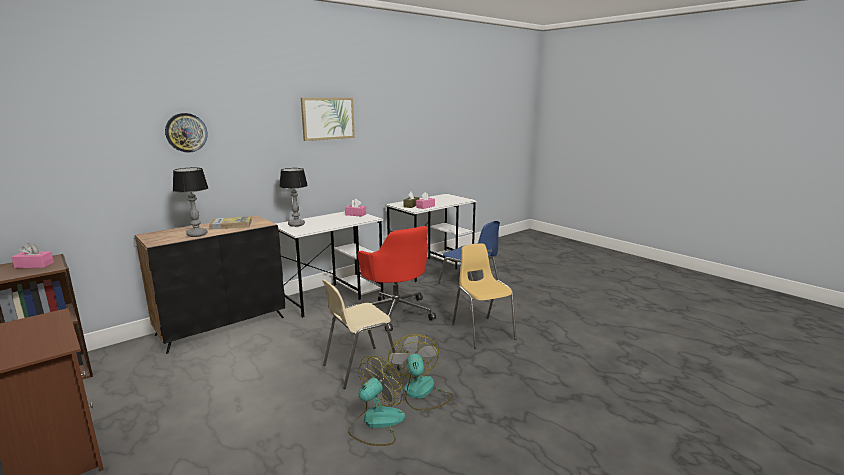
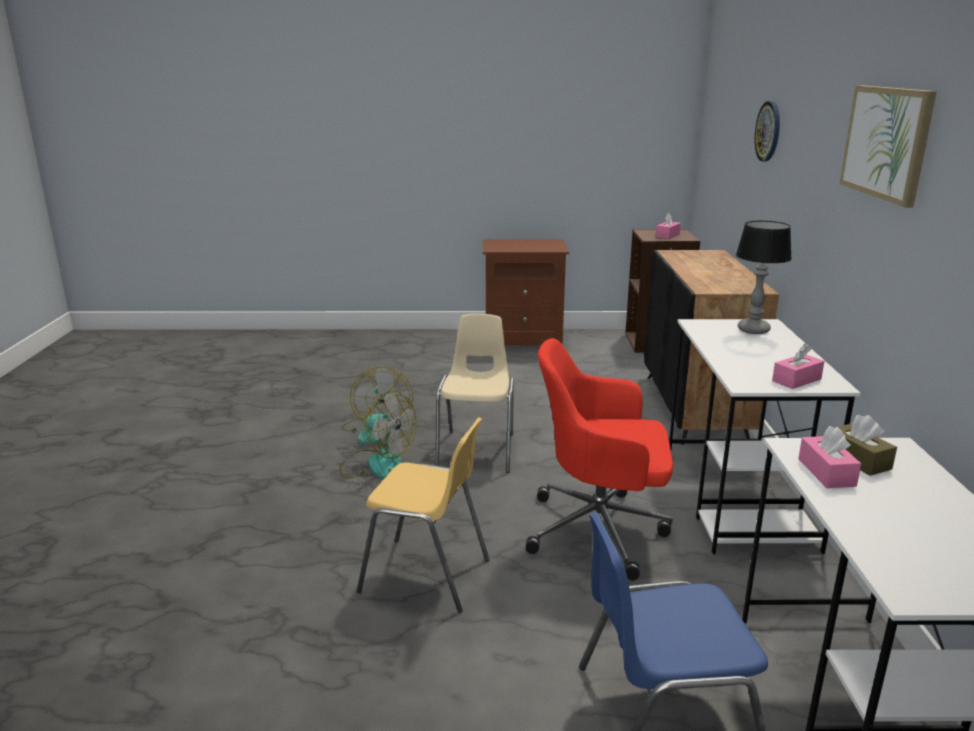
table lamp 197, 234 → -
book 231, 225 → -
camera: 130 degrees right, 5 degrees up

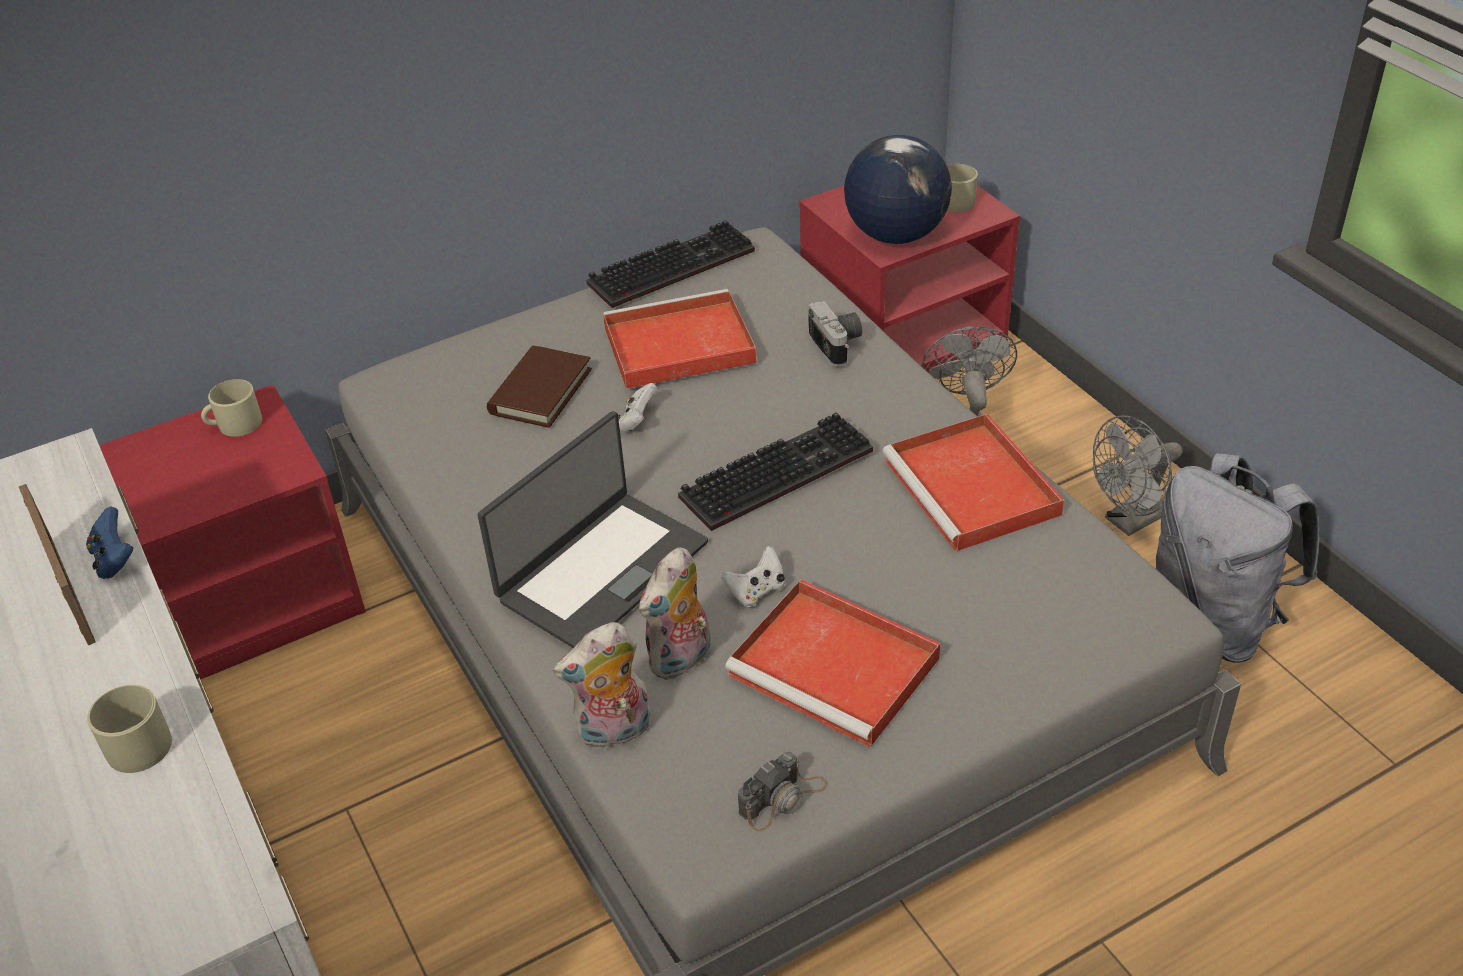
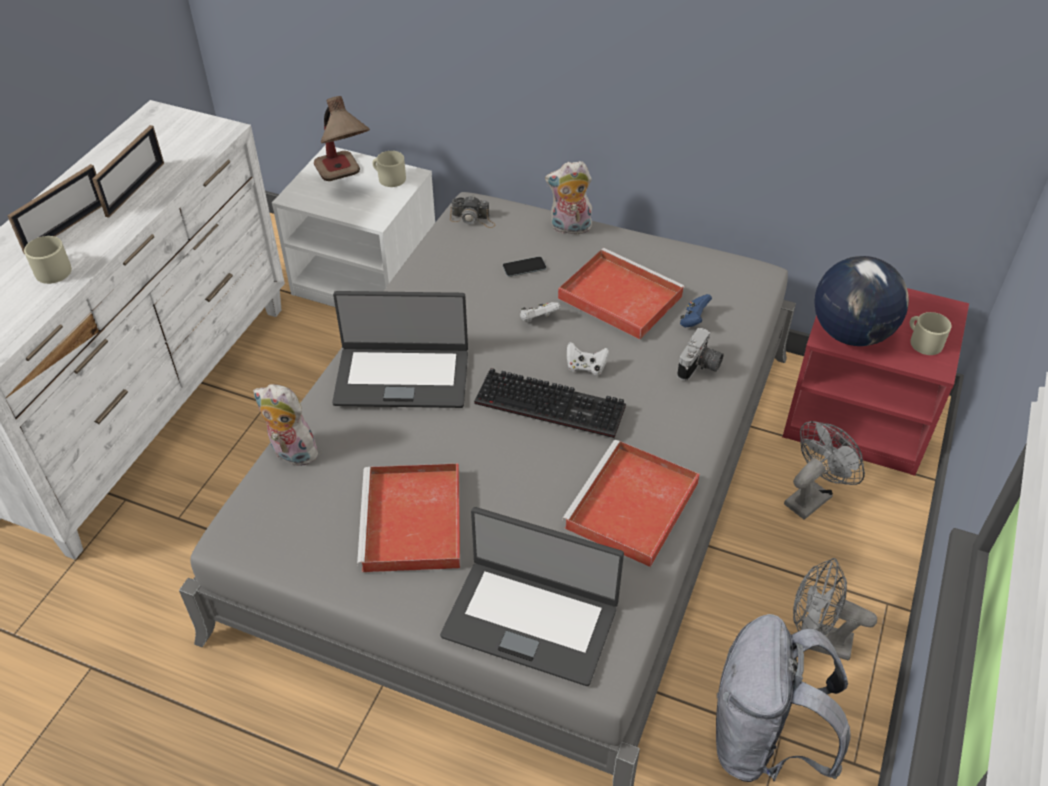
keyboard 672, 265 → -
- → picture frame 66, 227
- → table lamp 345, 180
- → laptop 531, 619
game controller in blue 114, 560 → game controller in blue 693, 320, moved
plush toy 681, 660 → plush toy 569, 228, moved
game controller in white 756, 591 → game controller in white 586, 367, moved
photo camera 782, 798 → photo camera 473, 219, moved
book in brown 540, 391 → phone 524, 267
nightstand in red 254, 598 → nightstand in white 368, 279
camera: 50 degrees right, 5 degrees up

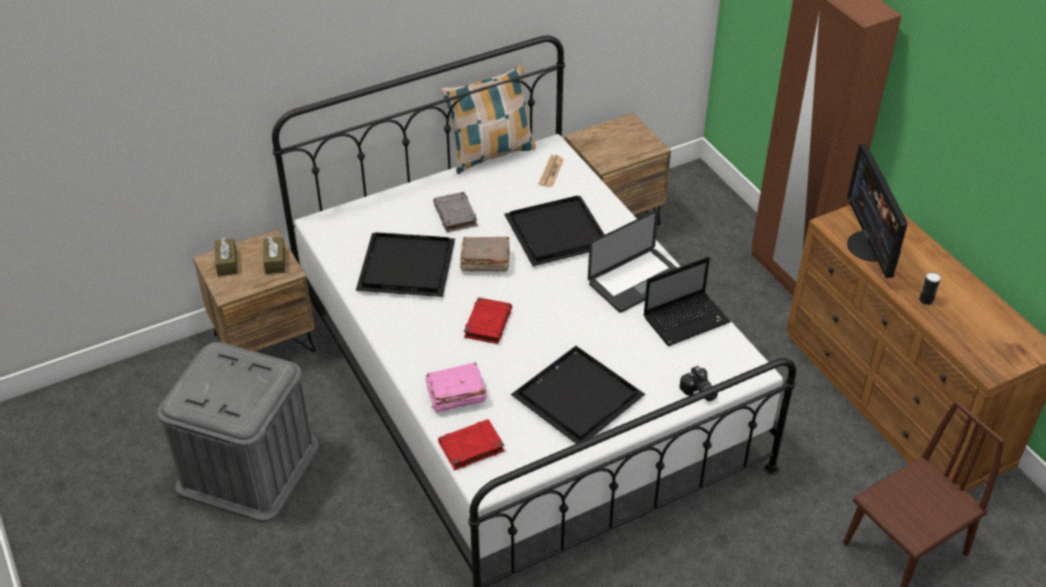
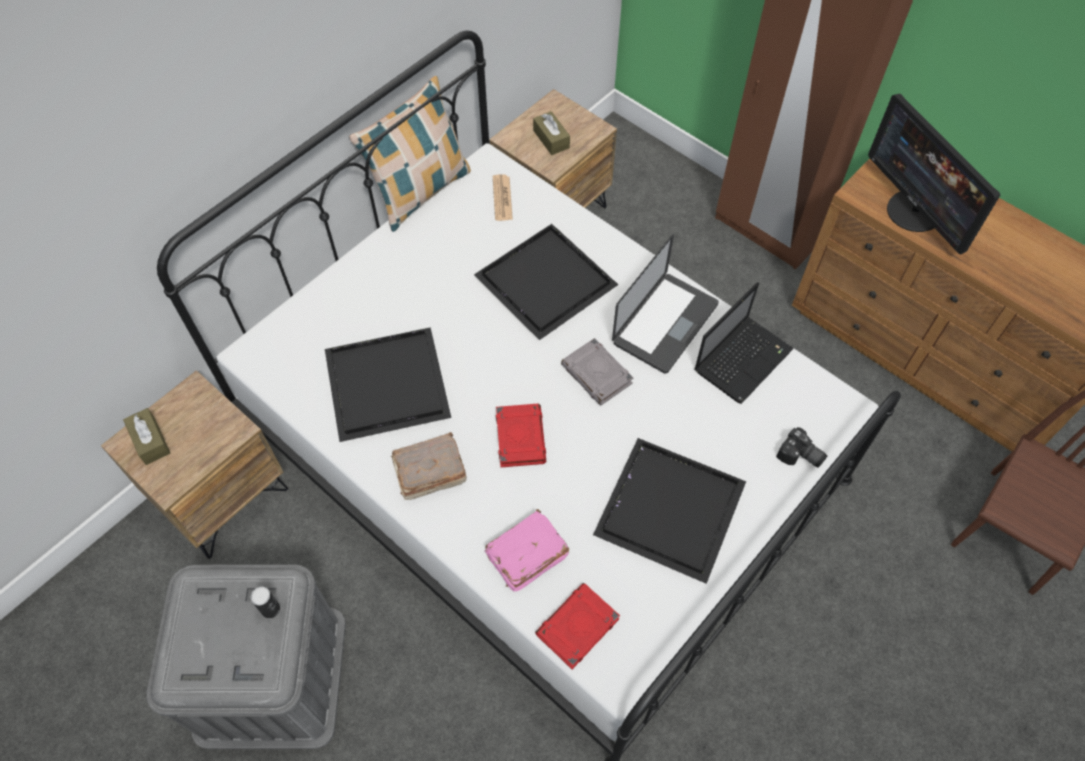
tissue box in brown 275, 261 → tissue box in brown 551, 139, moved
book in grey 455, 215 → book in grey 597, 375, moved
book in brown 484, 262 → book in brown 429, 473, moved
can 926, 300 → can 270, 609, moved
camera: 20 degrees left, 15 degrees up

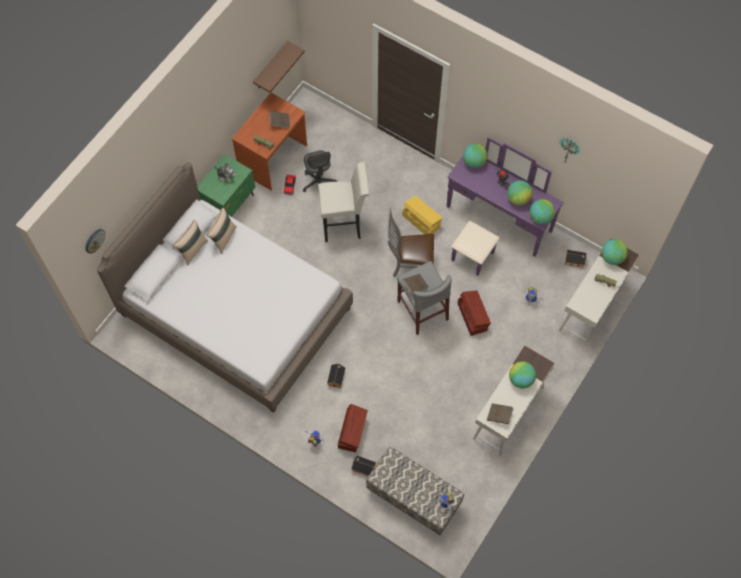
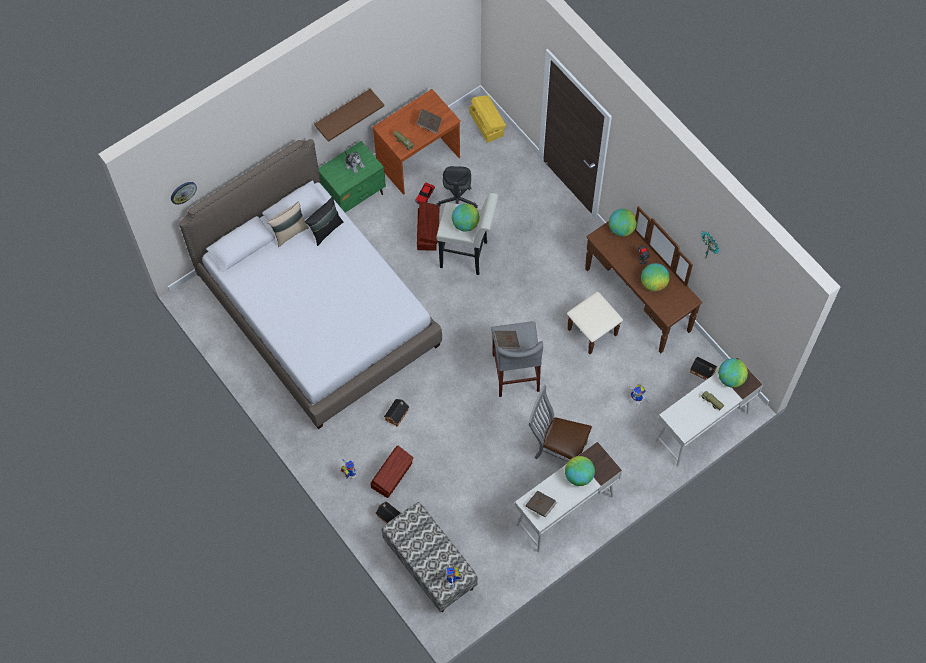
shelf in brown 271, 66 → shelf in brown 343, 112, moved
chair in grey 409, 264 → chair in grey 557, 450, moved
storage box in yellow 421, 220 → storage box in yellow 487, 123, moved
storage box in brown 472, 316 → storage box in brown 428, 232, moved
globe 540, 217 → globe 465, 224, moved
pillow in beige 223, 238 → pillow in black 325, 230
dresser in purple 493, 227 → dresser in brown 627, 307
camera: 20 degrees right, 0 degrees up

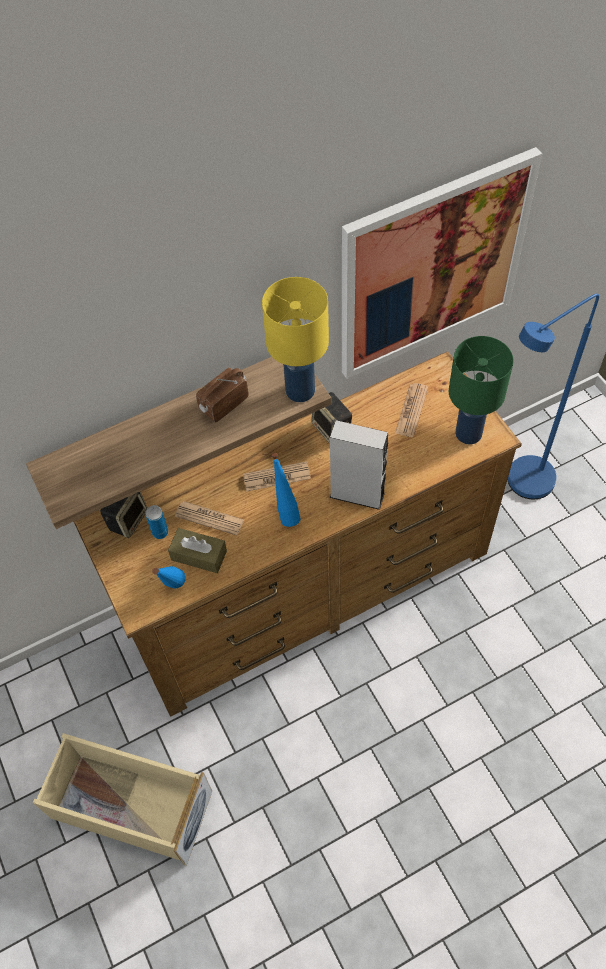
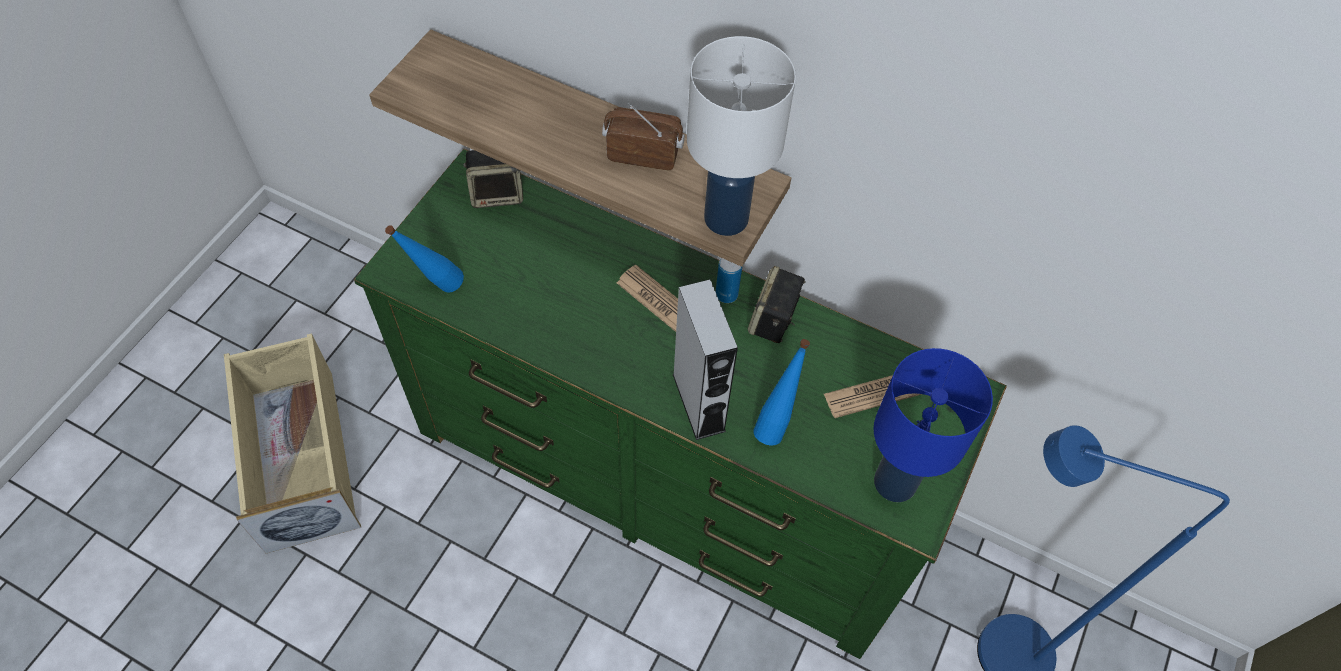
tissue box in brown 199, 555 → -
newspaper 209, 518 → -
picture 432, 267 → -
can 160, 532 → can 726, 294, moved
bottle in blue 286, 512 → bottle in blue 776, 423, moved
dresser in brown 308, 586 → dresser in green 665, 476
table lamp in yellow 301, 390 → table lamp in white 727, 219
table lamp in green 467, 433 → table lamp in blue 894, 481
camera: 50 degrees right, 0 degrees up

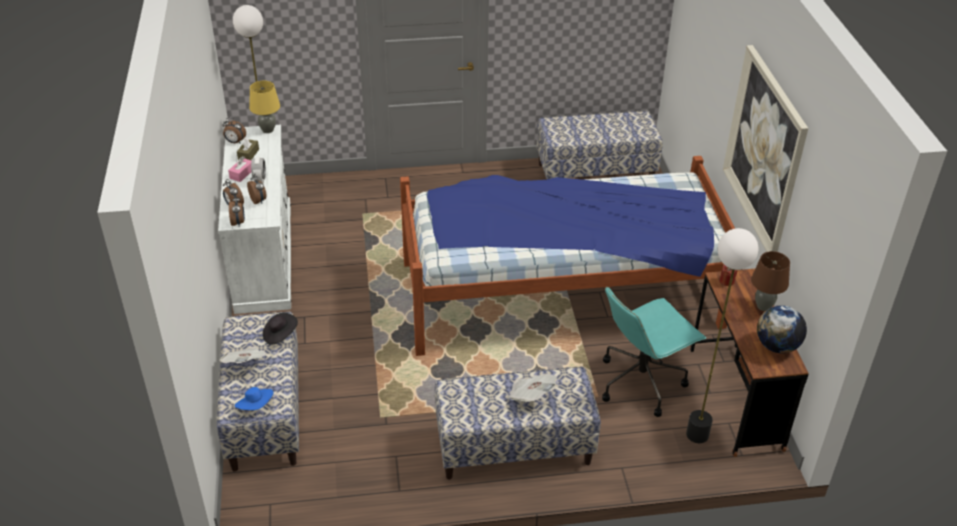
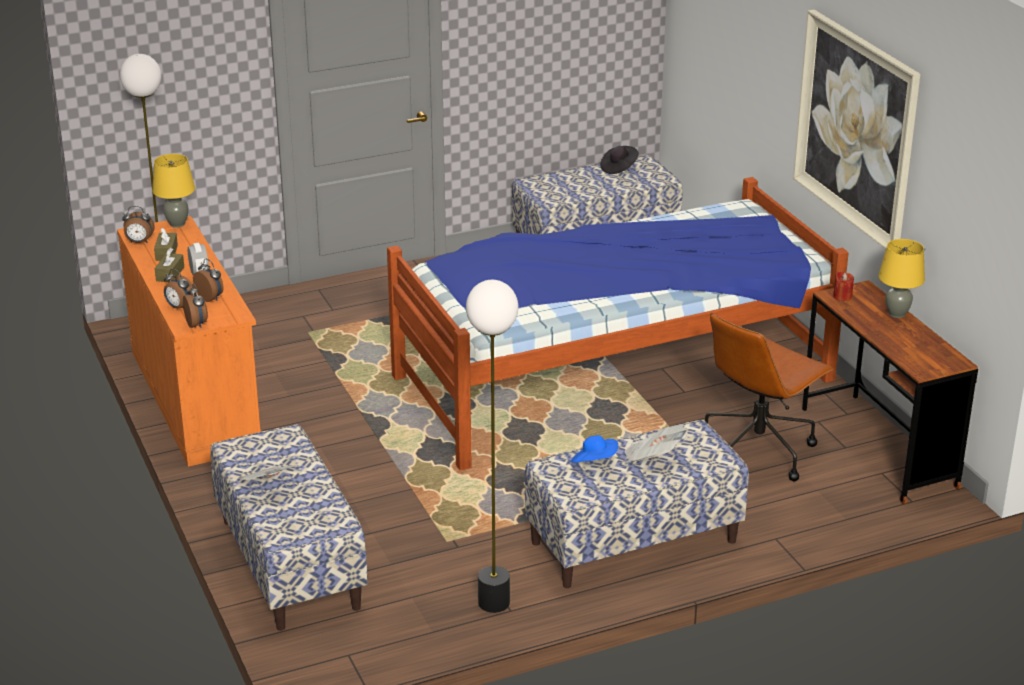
globe 777, 346 → -
hat in blue 256, 406 → hat in blue 594, 462, moved
hat in black 280, 335 → hat in black 619, 168, moved
floor lamp 697, 434 → floor lamp 494, 602, moved
dresser in white 263, 255 → dresser in orange 195, 398
tissue box in pink 242, 174 → tissue box in brown 170, 274
office chair in turquoise 641, 382 → office chair in brown 758, 450
table lamp in brown 763, 306 → table lamp in yellow 897, 314
camera: 15 degrees left, 10 degrees down

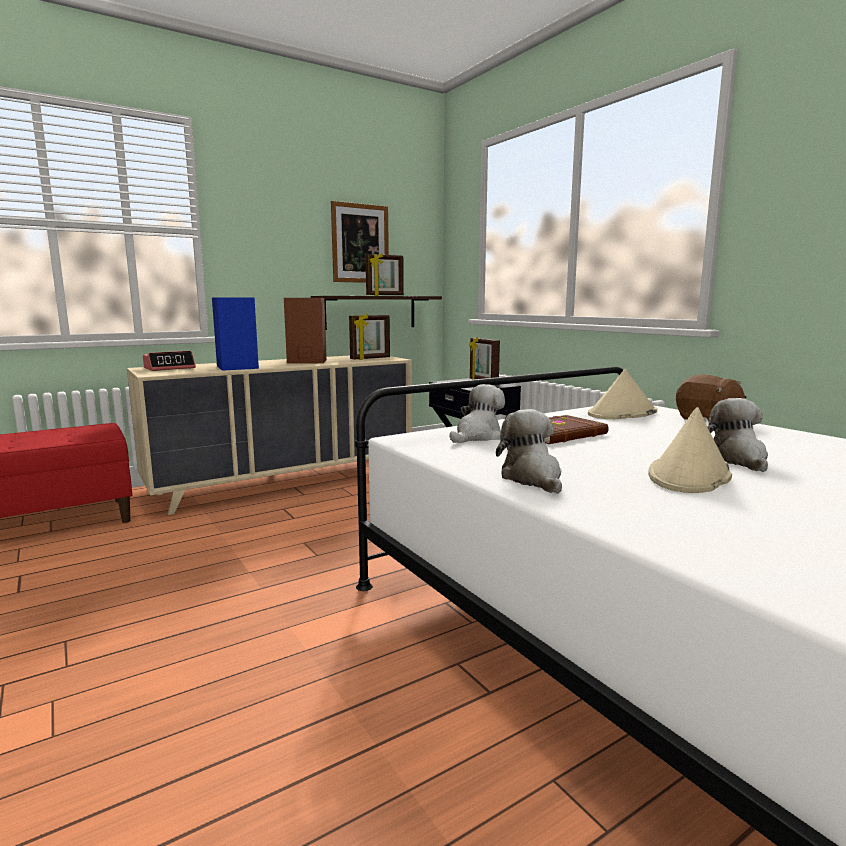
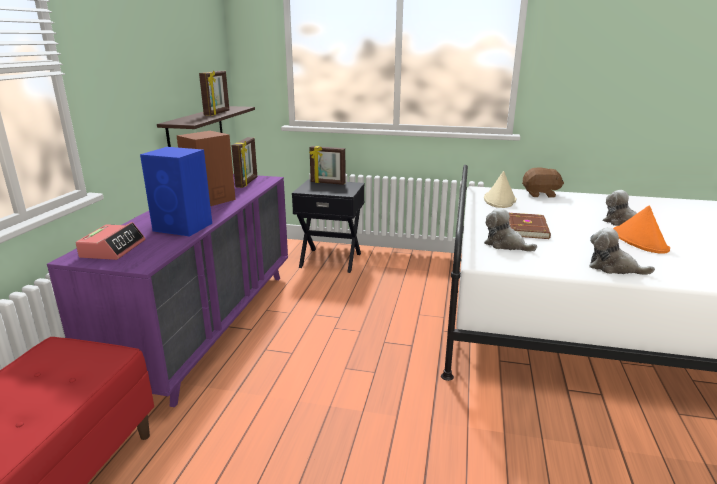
picture 360, 243 → -
dresser in beige 285, 482 → dresser in purple 208, 325
hat in beige 689, 475 → hat in orange 640, 241
plush toy 477, 436 → plush toy 505, 245, 45 degrees counterclockwise
camera: 45 degrees left, 10 degrees up

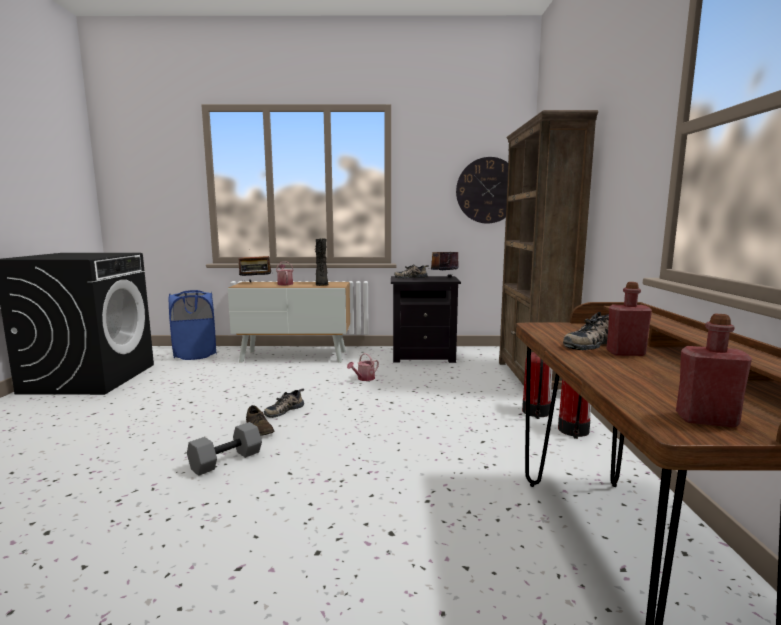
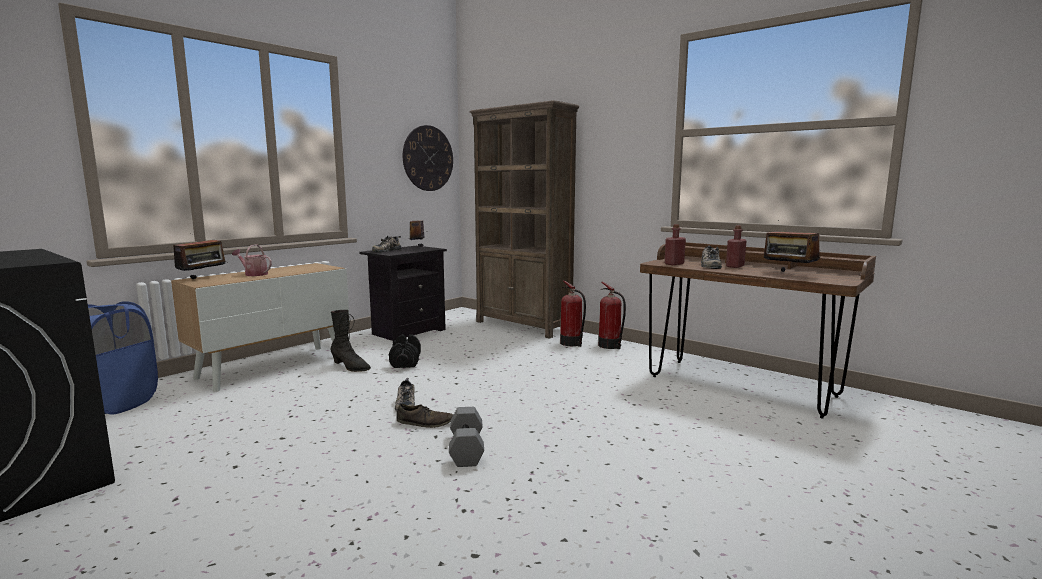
- → radio 788, 273
boot in black 321, 284 → boot in black 350, 367, moved
bottle in red 706, 420 → bottle in red 674, 264, moved
watering can 364, 379 → dumbbell in black 405, 361
camera: 50 degrees left, 0 degrees up

